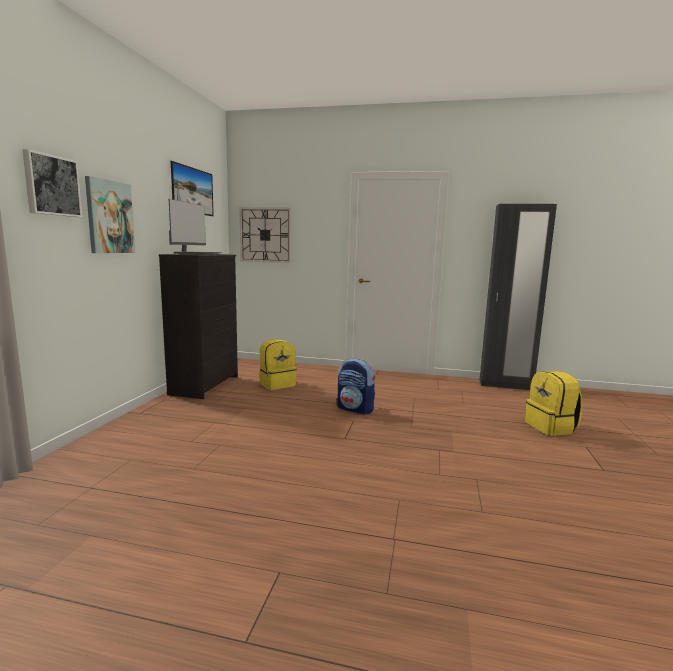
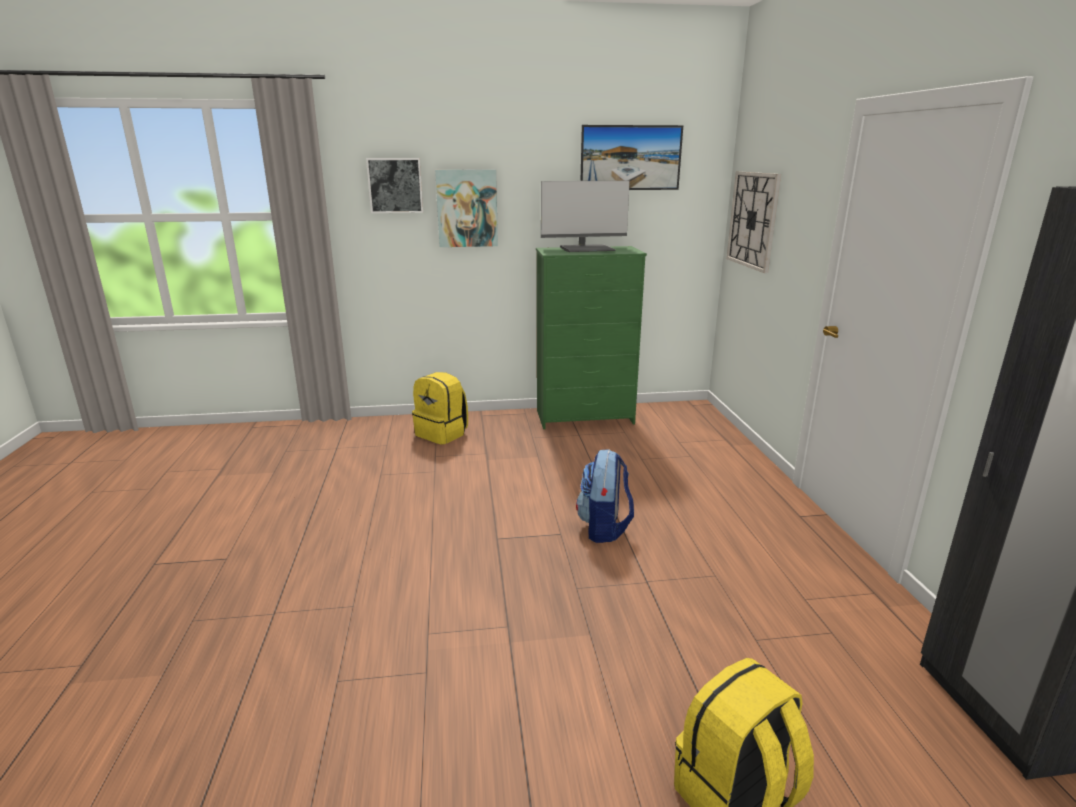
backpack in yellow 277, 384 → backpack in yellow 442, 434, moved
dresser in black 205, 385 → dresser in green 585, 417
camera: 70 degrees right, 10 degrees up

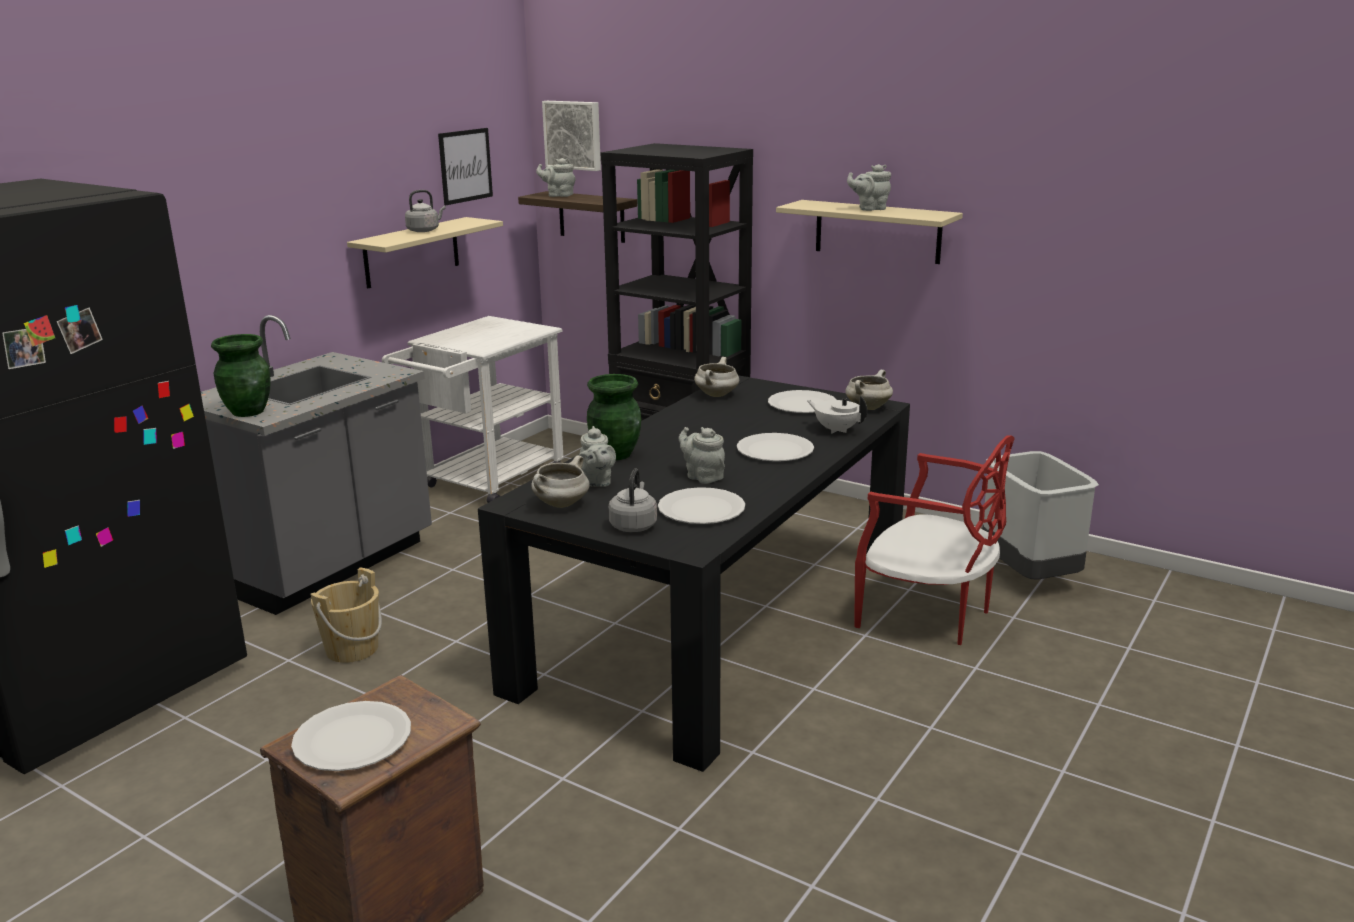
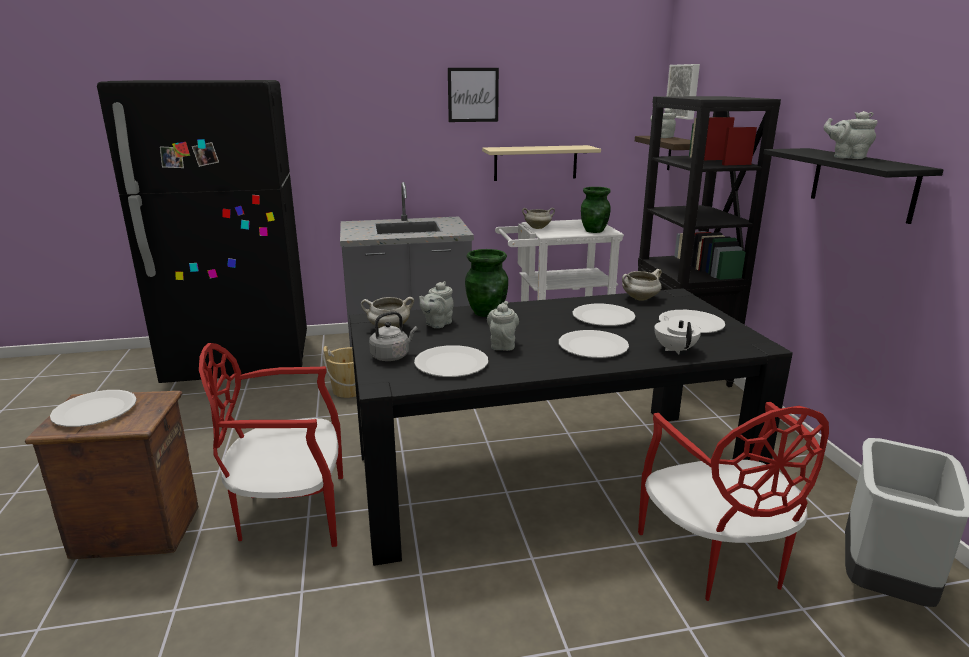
kettle in grey 424, 230 → -
- → chair in red 291, 513
- → plate in white 603, 317
vase in green 249, 411 → vase in green 594, 231, moved
picture 465, 166 → picture 473, 95, moved
cooking pot in white 868, 407 → cooking pot in white 538, 228, moved
shelf in beige 877, 231 → shelf in black 862, 183
camera: 45 degrees right, 0 degrees up

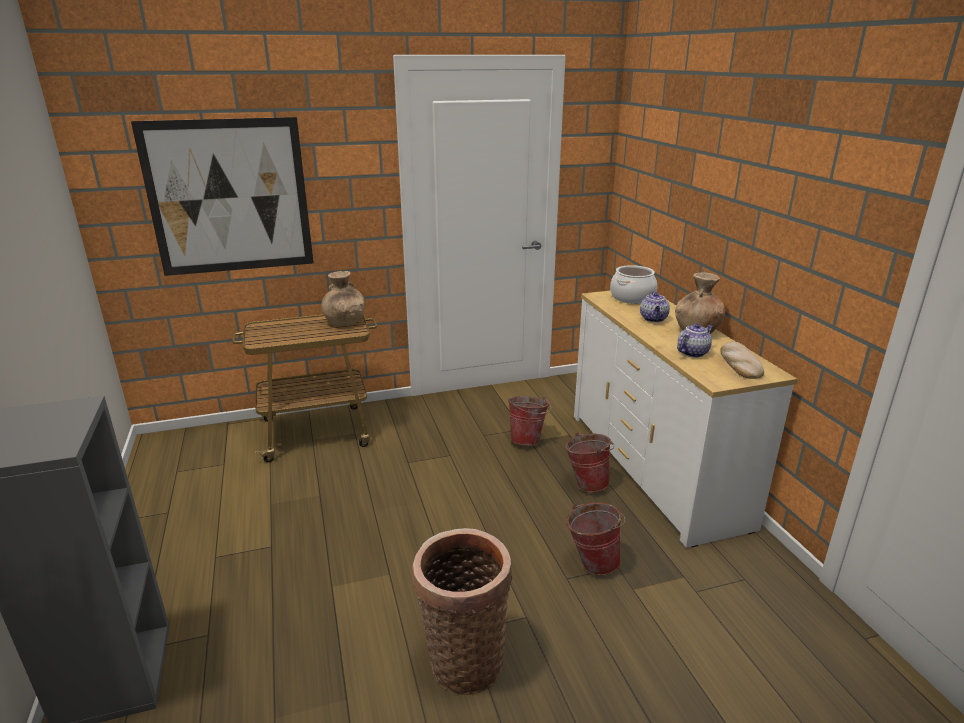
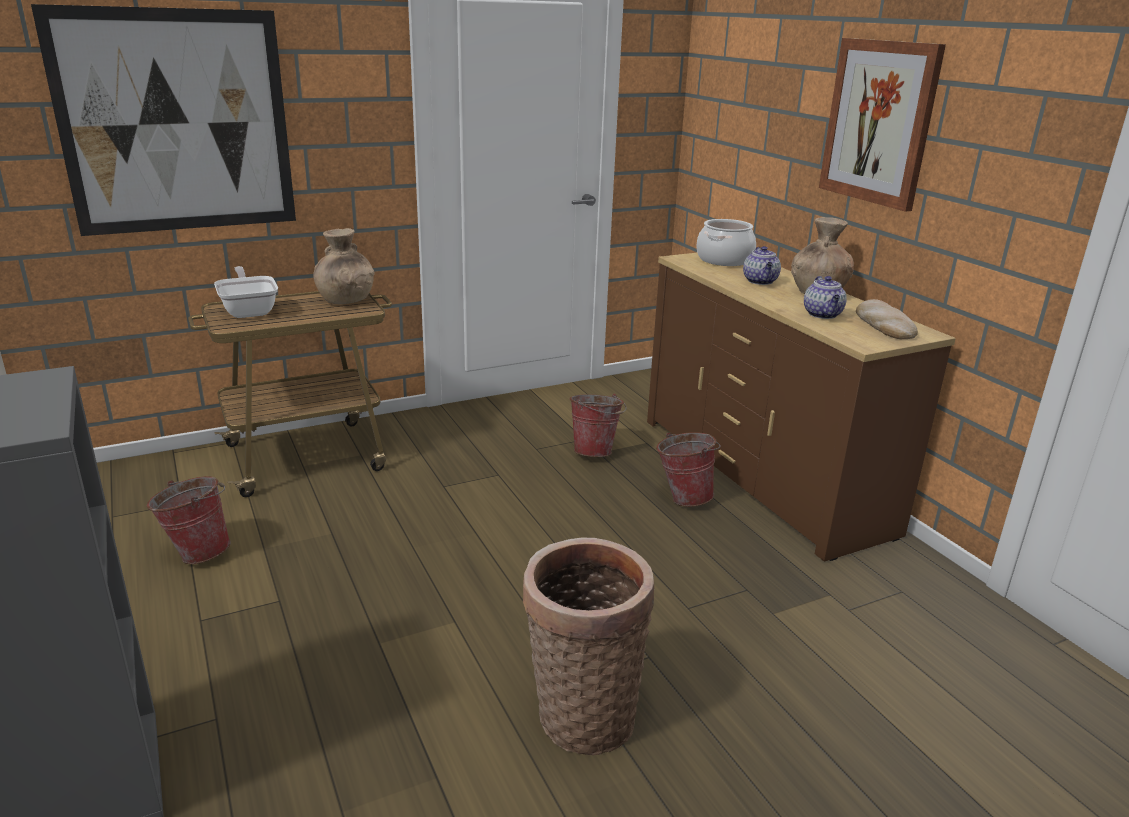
- → frying pan 249, 310
- → picture 879, 122
bucket 591, 562 → bucket 197, 552, moved
dresser in white 655, 467 → dresser in brown 762, 474
teapot 692, 352 → teapot 823, 315, 135 degrees clockwise
camera: 10 degrees left, 0 degrees up

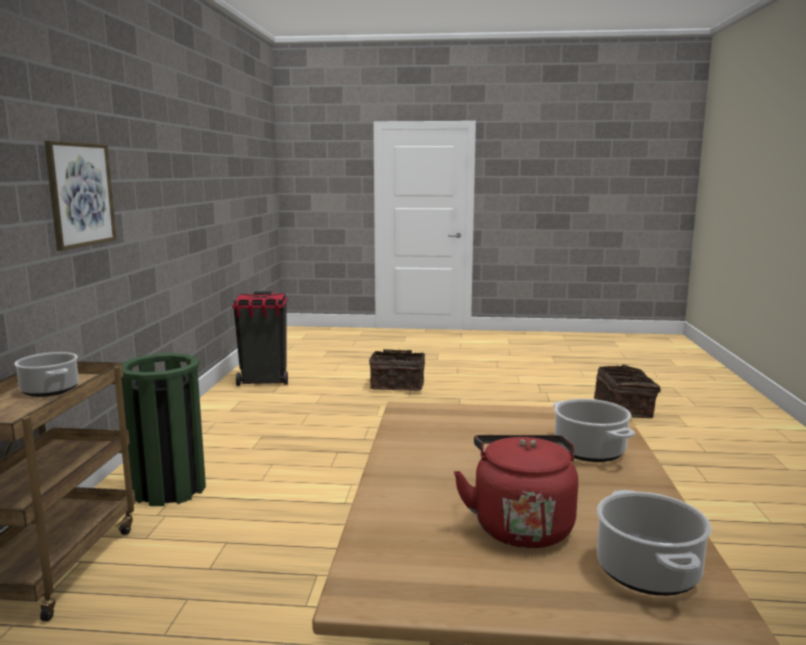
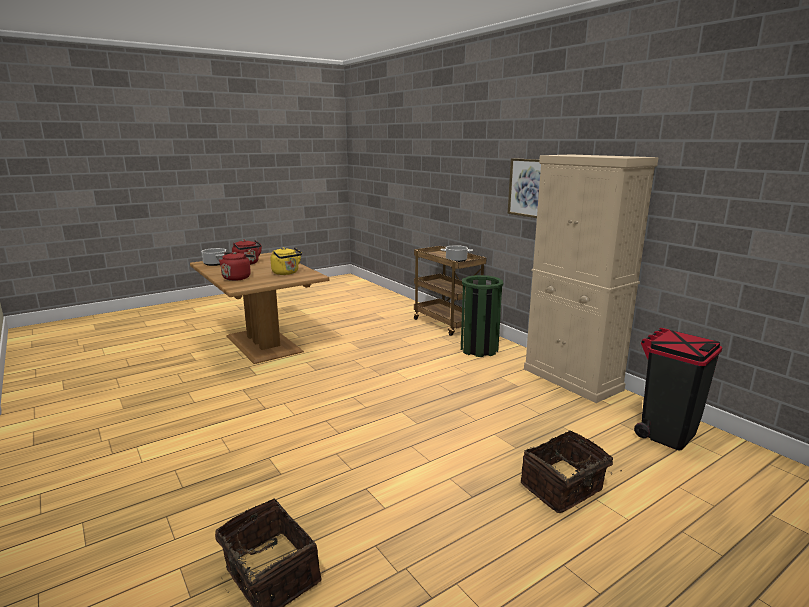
- → kettle in yellow 286, 273
- → cabinet in beige 572, 379
cooking pot 588, 451 → kettle in red 237, 277
camera: 140 degrees right, 5 degrees up

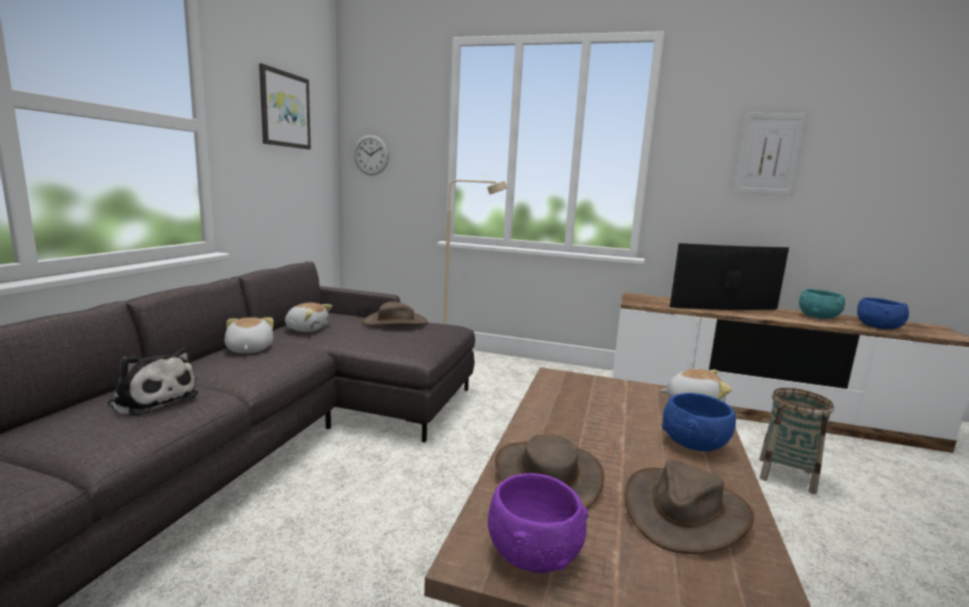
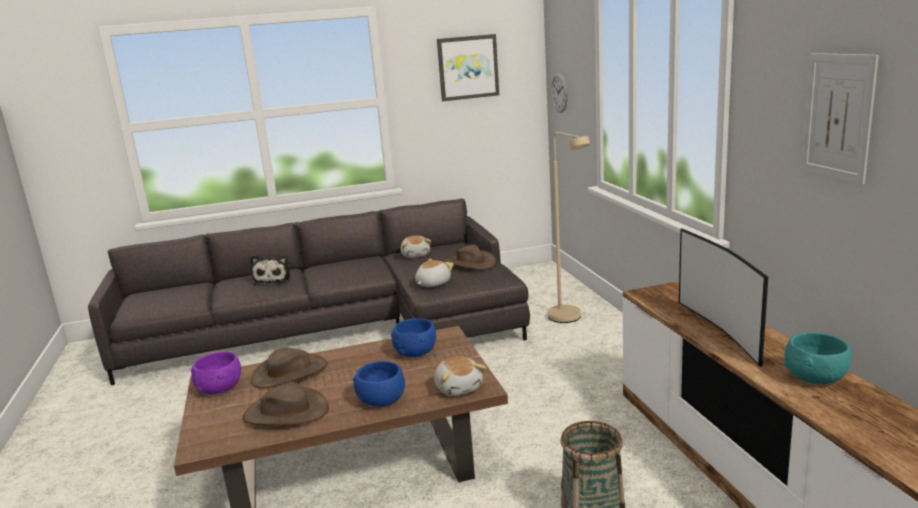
plush toy 248, 349 → plush toy 432, 283, moved
bowl in blue 878, 327 → bowl in blue 416, 352, moved
television 726, 309 → television 721, 330, 150 degrees counterclockwise
camera: 60 degrees right, 5 degrees up

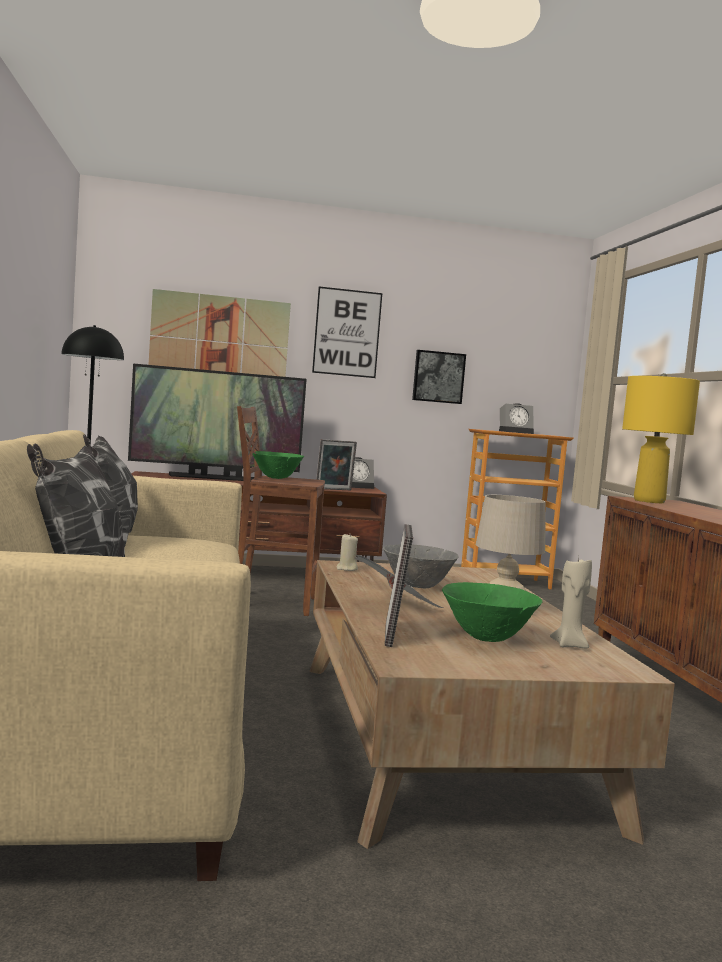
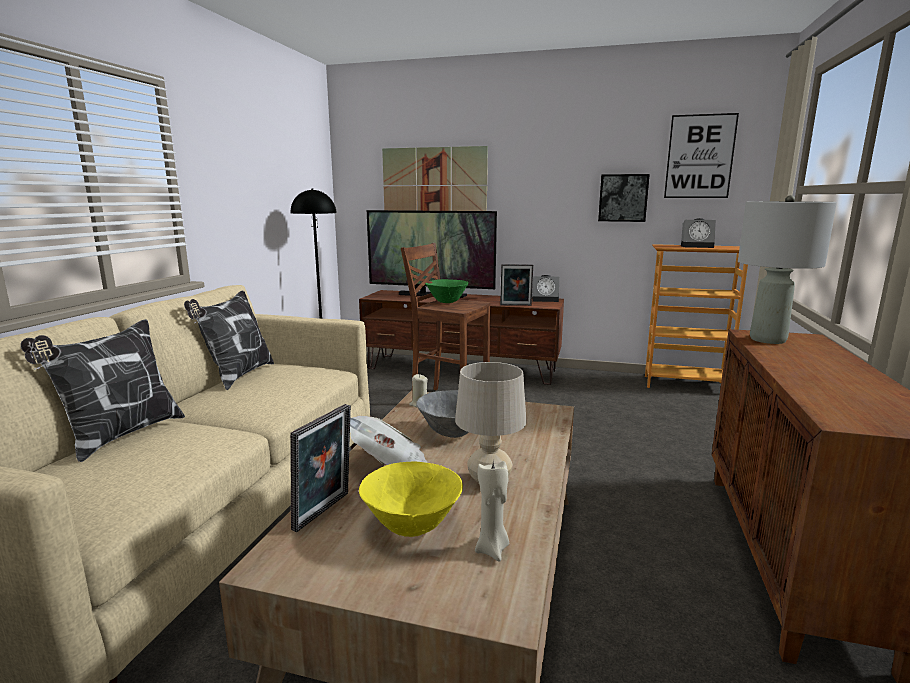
picture 347, 332 → picture 699, 156, moved
bowl in green 488, 639 → bowl in yellow 413, 527
table lamp in yellow 649, 501 → table lamp in grey 768, 340
camera: 25 degrees right, 10 degrees up

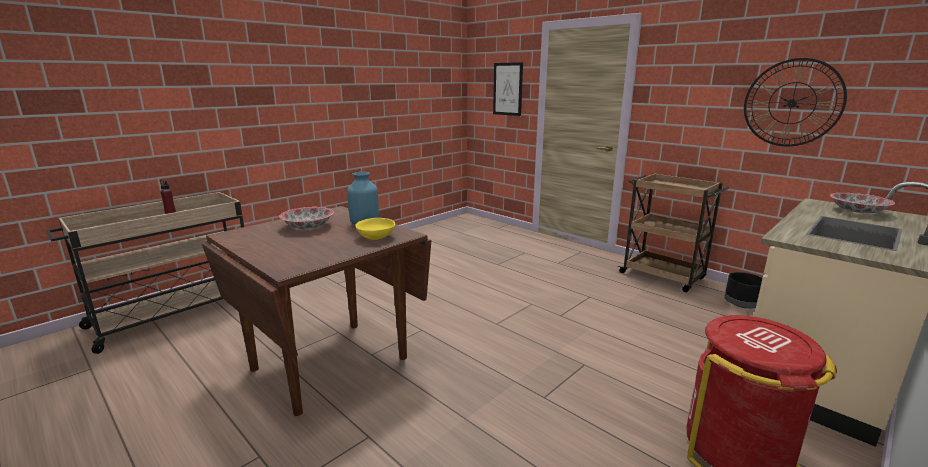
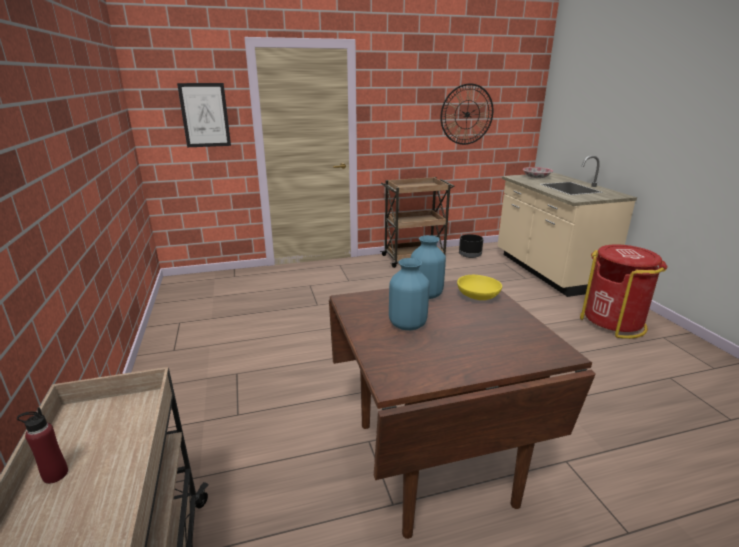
bowl 307, 227 → vase in blue 407, 325
camera: 60 degrees left, 5 degrees up

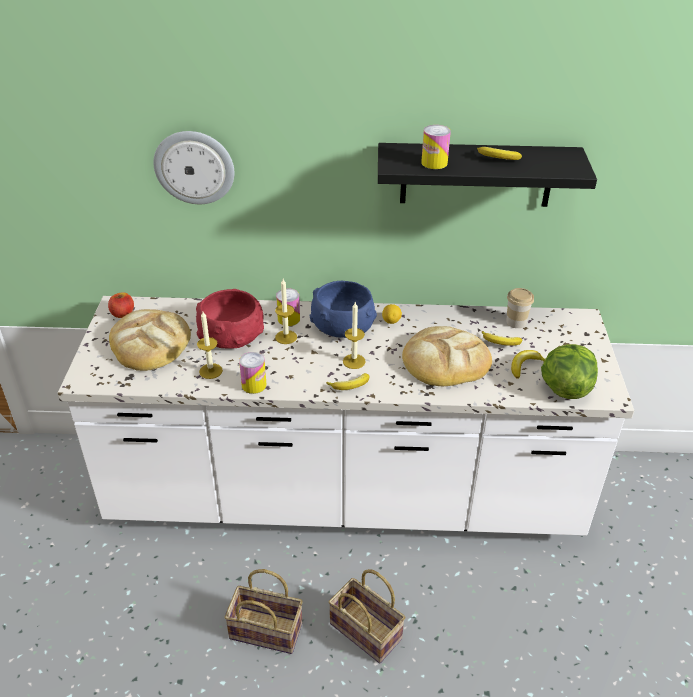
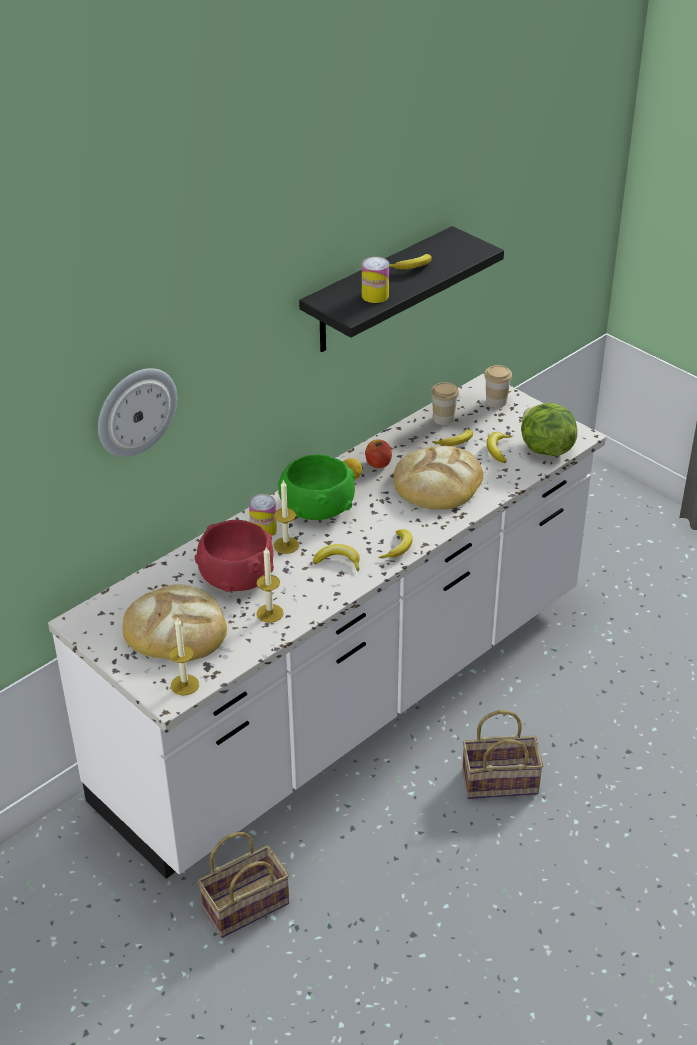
can 254, 385 → -
- → banana 338, 561
- → cup 496, 401
apple 122, 314 → apple 378, 463, moved
basket 268, 630 → basket 247, 904, moved
candle 354, 361 → candle 184, 685, moved
bowl in blue 342, 325 → bowl in green 316, 506
camera: 45 degrees left, 0 degrees up

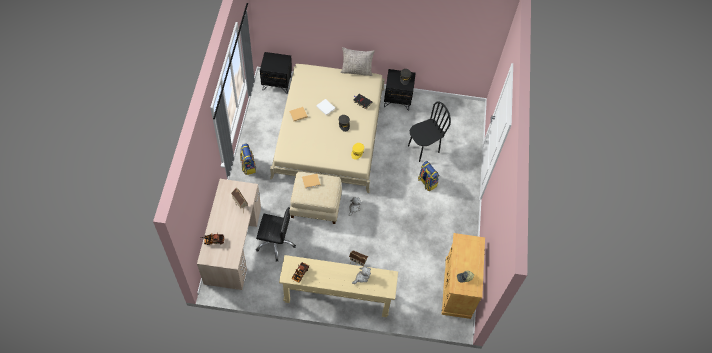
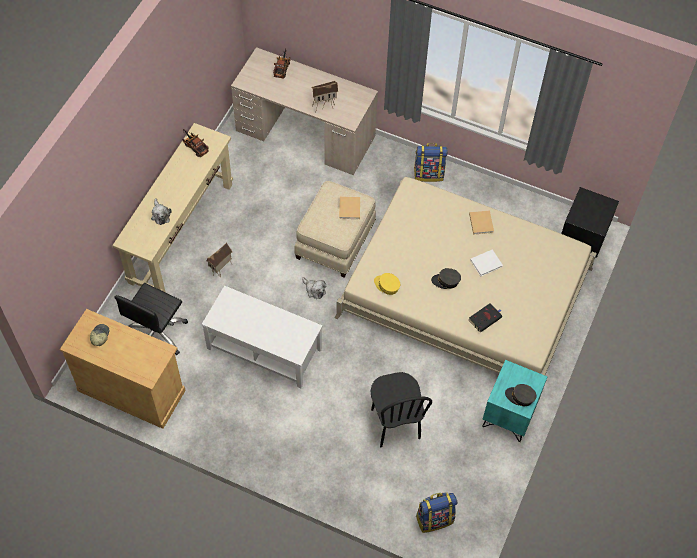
pillow in grey 356, 71 → -
- → coffee table in white 264, 349
office chair in black 275, 243 → office chair in black 157, 334, moved
backpack 426, 182 → backpack 434, 518, moved
nightstand in black 397, 100 → nightstand in turquoise 509, 415
camera: 110 degrees right, 0 degrees up

